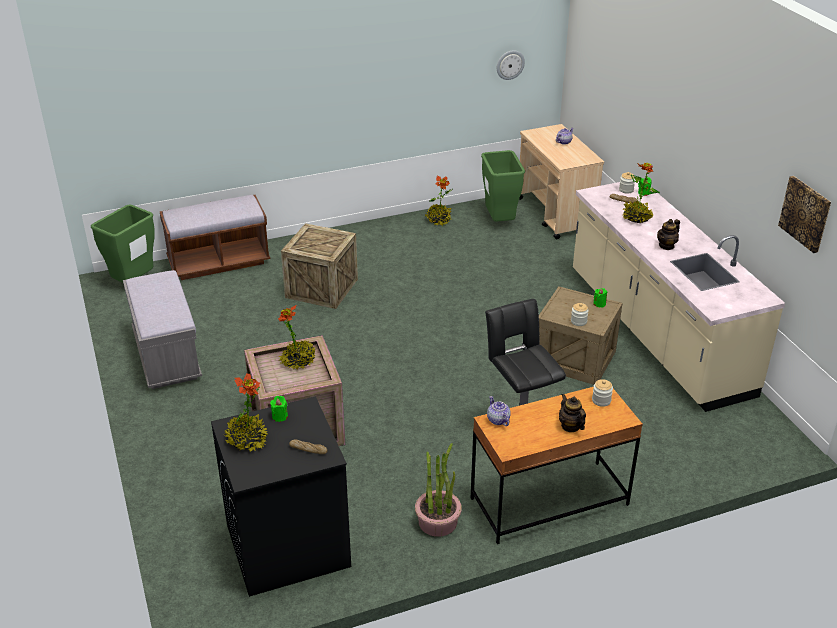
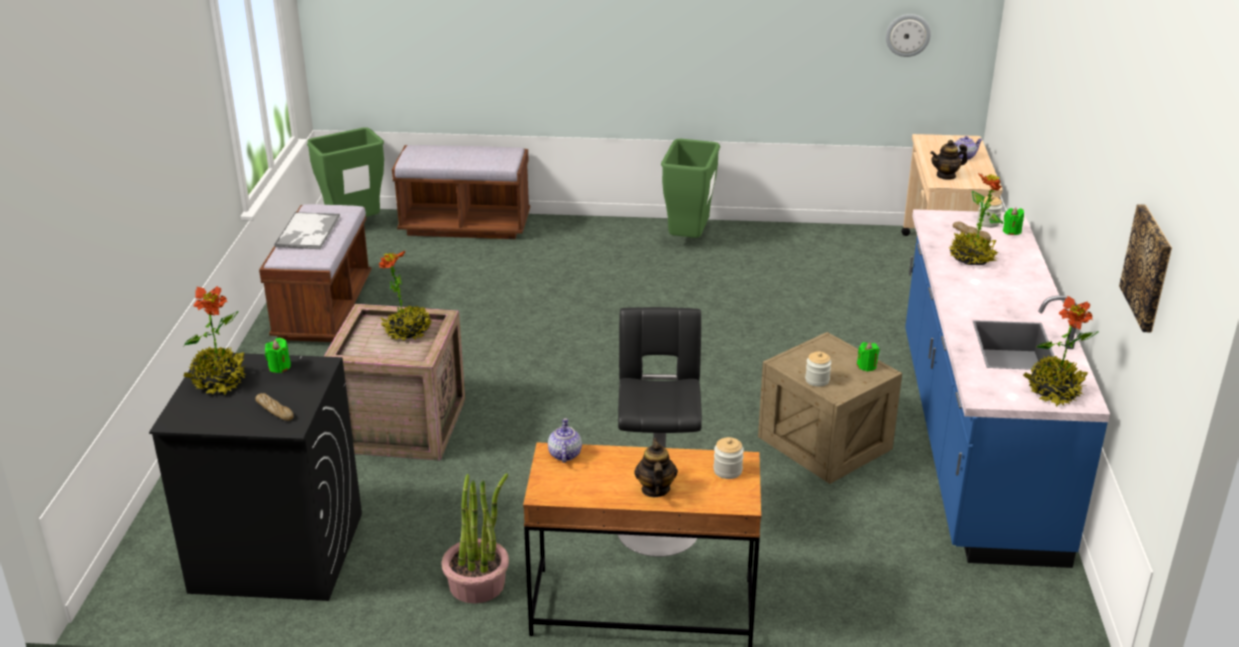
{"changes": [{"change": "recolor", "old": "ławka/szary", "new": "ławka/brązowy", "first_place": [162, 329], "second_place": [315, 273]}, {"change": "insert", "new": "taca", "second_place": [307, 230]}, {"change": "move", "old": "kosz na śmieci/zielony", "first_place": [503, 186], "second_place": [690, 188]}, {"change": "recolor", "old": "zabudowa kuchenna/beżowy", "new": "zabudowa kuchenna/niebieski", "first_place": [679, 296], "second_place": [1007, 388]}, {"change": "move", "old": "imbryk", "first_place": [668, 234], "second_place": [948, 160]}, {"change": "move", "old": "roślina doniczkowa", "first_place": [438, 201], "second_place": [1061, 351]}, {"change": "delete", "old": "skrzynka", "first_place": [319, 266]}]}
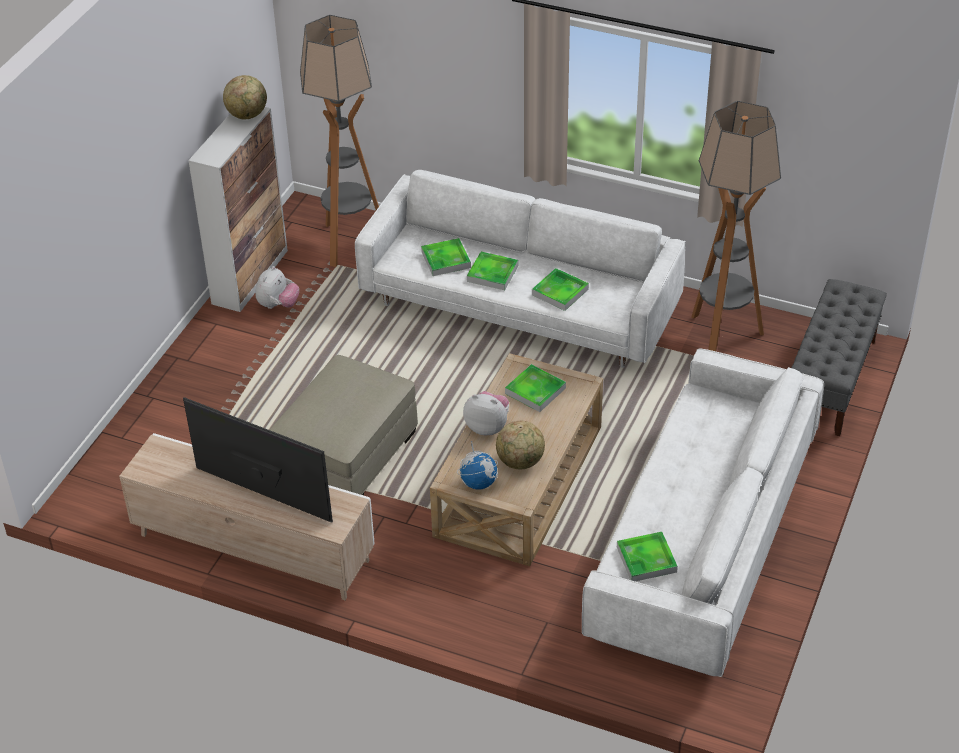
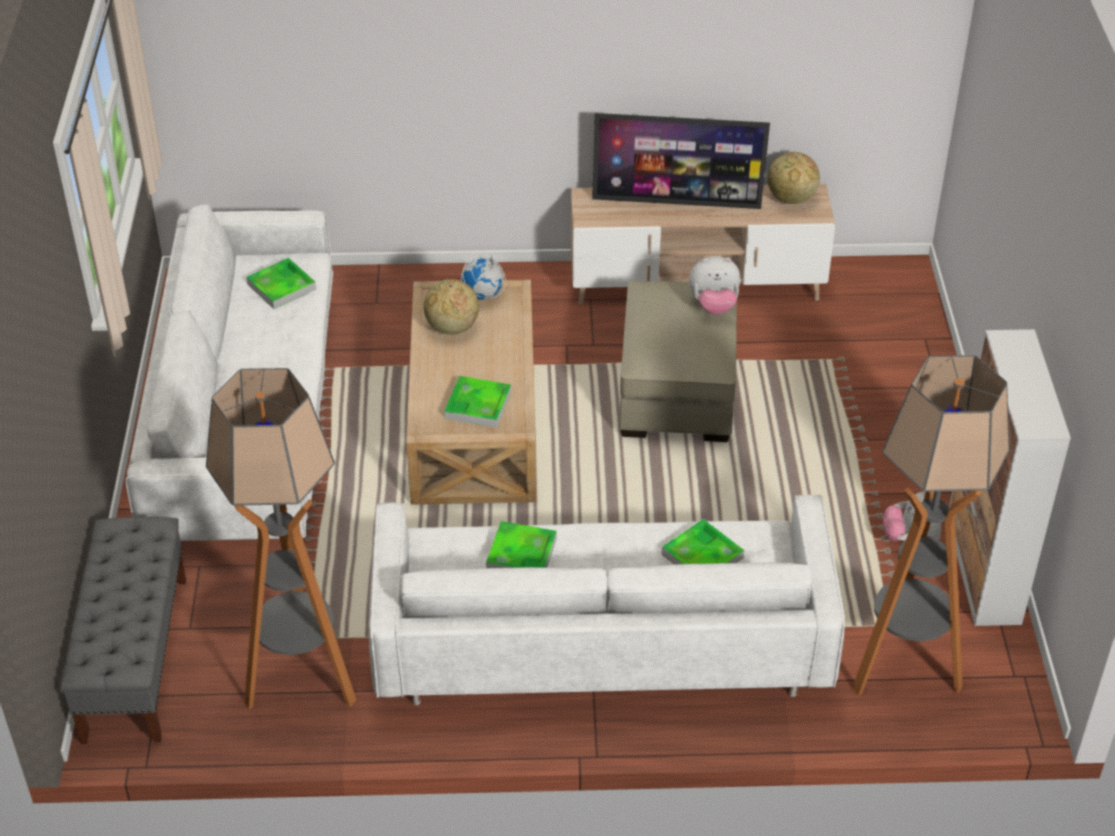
{"changes": [{"change": "move", "old": "pluszak", "first_place": [486, 413], "second_place": [714, 285]}, {"change": "move", "old": "globus", "first_place": [245, 97], "second_place": [793, 178]}, {"change": "delete", "old": "taca", "first_place": [492, 271]}]}
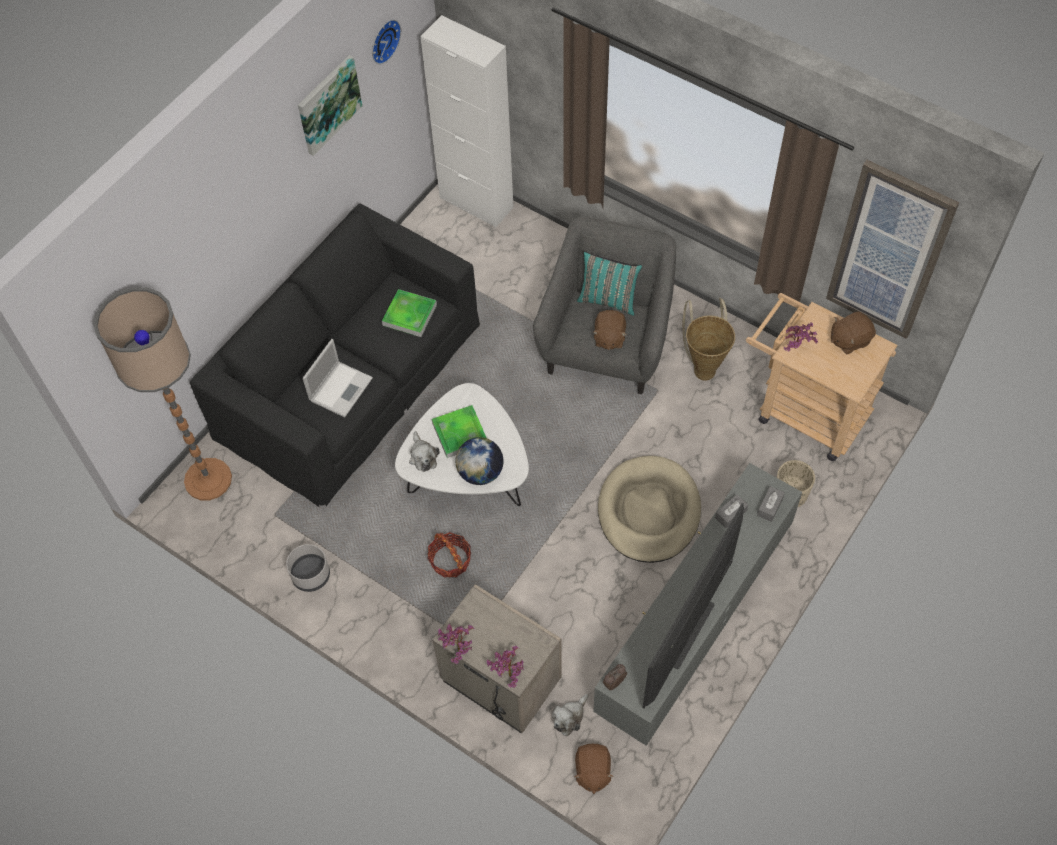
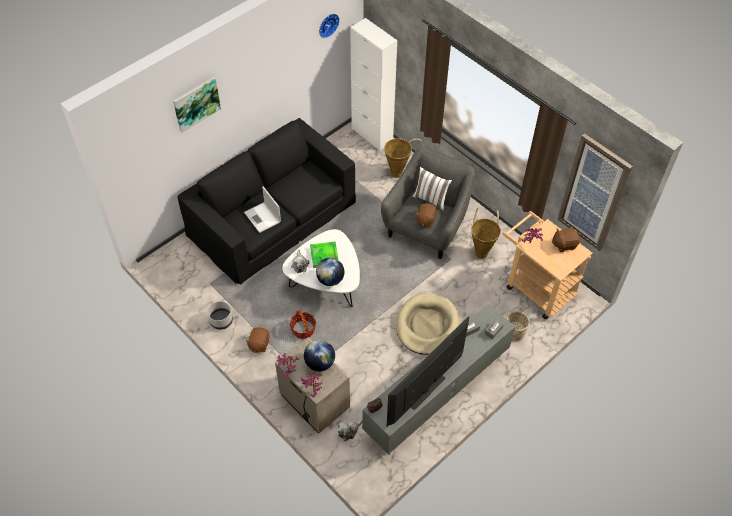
{"changes": [{"change": "move", "old": "obraz", "first_place": [330, 105], "second_place": [197, 105]}, {"change": "rotate", "old": "laptop", "first_place": [338, 378], "second_place": [262, 210], "degrees": 105}, {"change": "move", "old": "pluszak/brązowy", "first_place": [594, 769], "second_place": [258, 340]}, {"change": "insert", "new": "globus", "second_place": [319, 355]}, {"change": "insert", "new": "koszyk", "second_place": [404, 158]}, {"change": "recolor", "old": "poduszka/turkusowy", "new": "poduszka/biały", "first_place": [609, 284], "second_place": [432, 189]}, {"change": "delete", "old": "lampa stojąca", "first_place": [163, 393]}, {"change": "delete", "old": "taca", "first_place": [409, 313]}]}
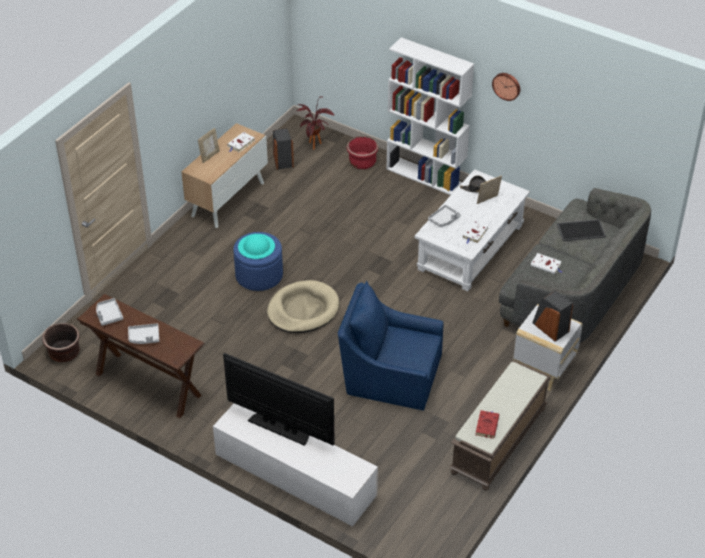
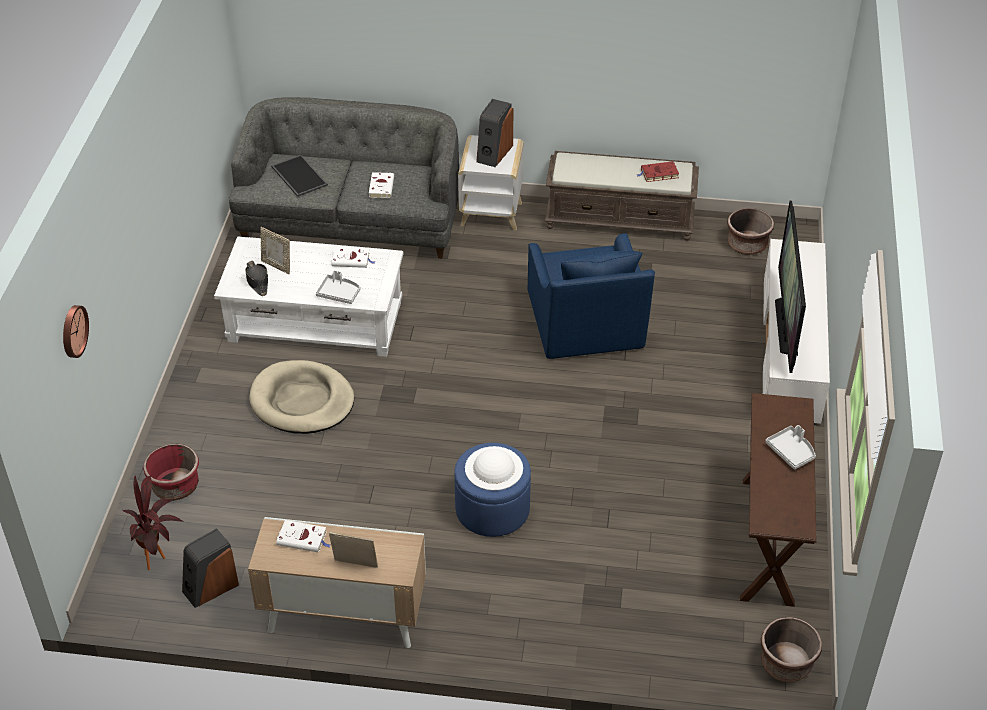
{"changes": [{"change": "move", "old": "zegar ścienny", "first_place": [506, 87], "second_place": [76, 331]}, {"change": "move", "old": "legowisko/beżowy", "first_place": [303, 306], "second_place": [301, 397]}, {"change": "recolor", "old": "kapelusz/turkusowy", "new": "kapelusz/biały", "first_place": [256, 246], "second_place": [494, 468]}, {"change": "insert", "new": "donica/brązowy", "second_place": [750, 231]}, {"change": "delete", "old": "taca/szary", "first_place": [109, 312]}, {"change": "delete", "old": "regał/biały", "first_place": [430, 116]}]}
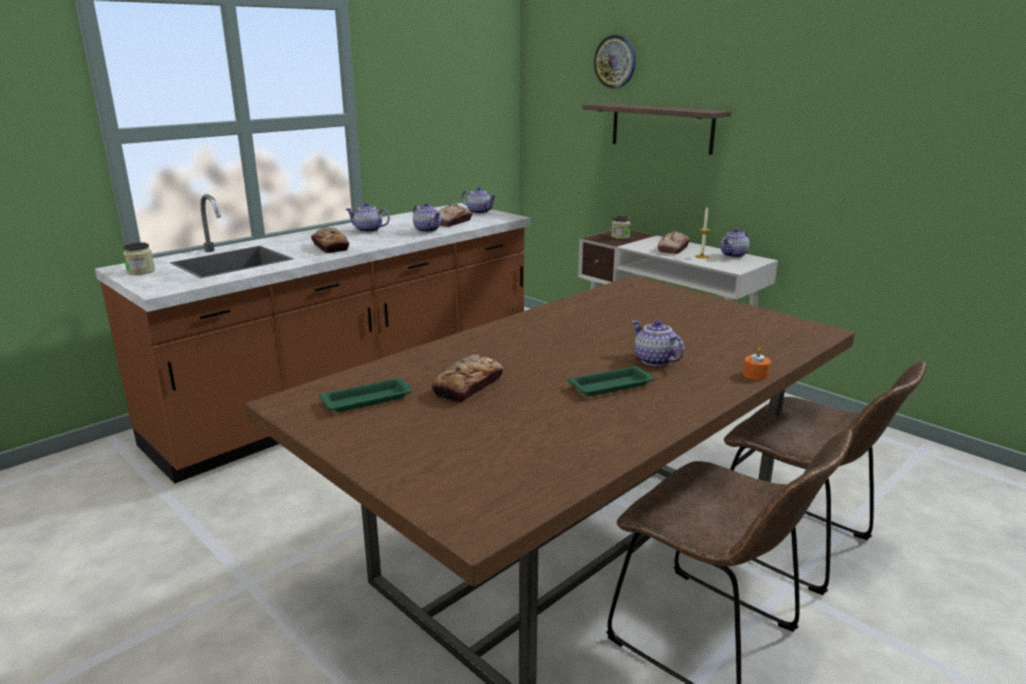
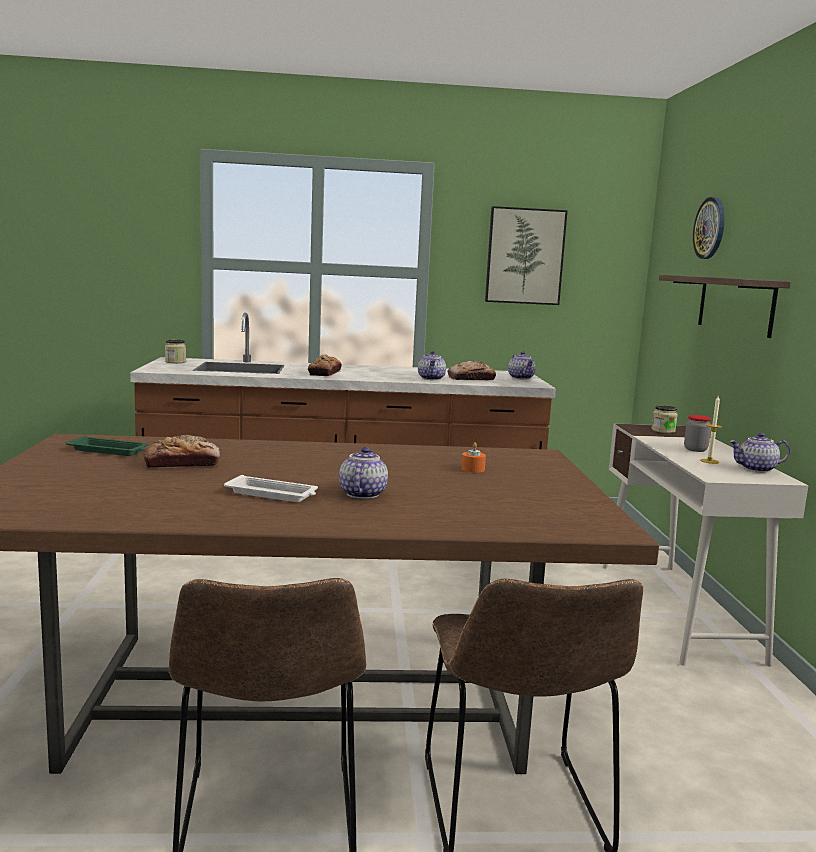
{"changes": [{"change": "recolor", "old": "taca/zielony", "new": "taca/biały", "first_place": [610, 381], "second_place": [271, 488]}, {"change": "move", "old": "świeca/pomarańczowy", "first_place": [757, 364], "second_place": [474, 457]}, {"change": "insert", "new": "obraz", "second_place": [526, 255]}, {"change": "replace", "old": "chleb", "new": "słoik", "first_place": [674, 242], "second_place": [697, 433]}, {"change": "delete", "old": "imbryk", "first_place": [368, 218]}]}
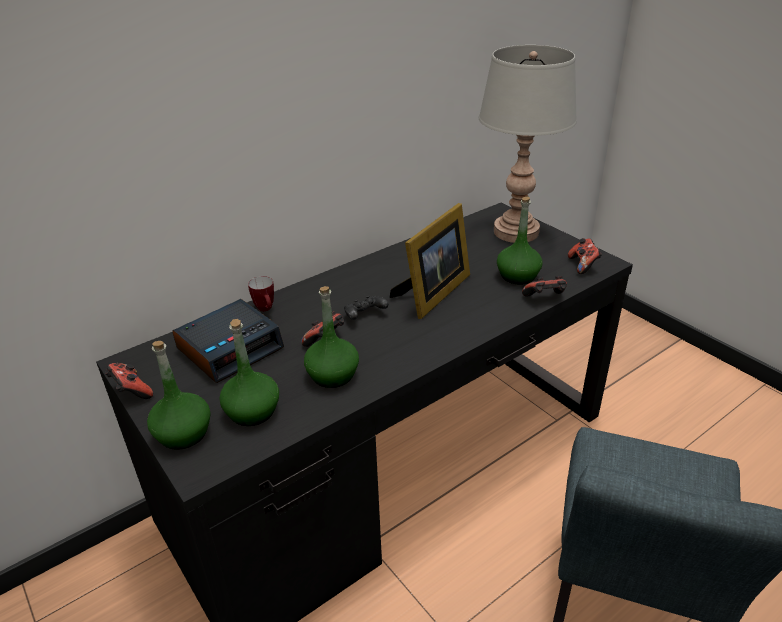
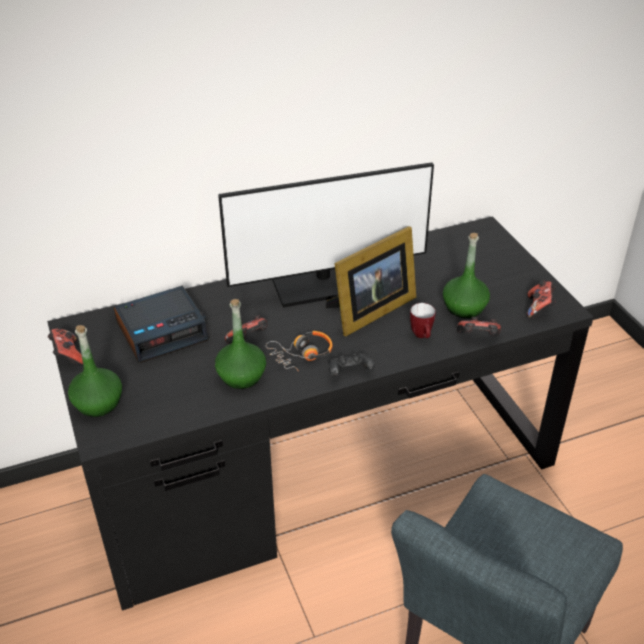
{"changes": [{"change": "insert", "new": "monitor", "second_place": [326, 235]}, {"change": "insert", "new": "słuchawki", "second_place": [299, 351]}, {"change": "move", "old": "pad do gier/czarny", "first_place": [366, 307], "second_place": [352, 365]}, {"change": "move", "old": "kubek", "first_place": [261, 293], "second_place": [423, 320]}, {"change": "delete", "old": "butelka/zielony", "first_place": [249, 372]}, {"change": "delete", "old": "lampa stołowa/szary", "first_place": [528, 144]}]}
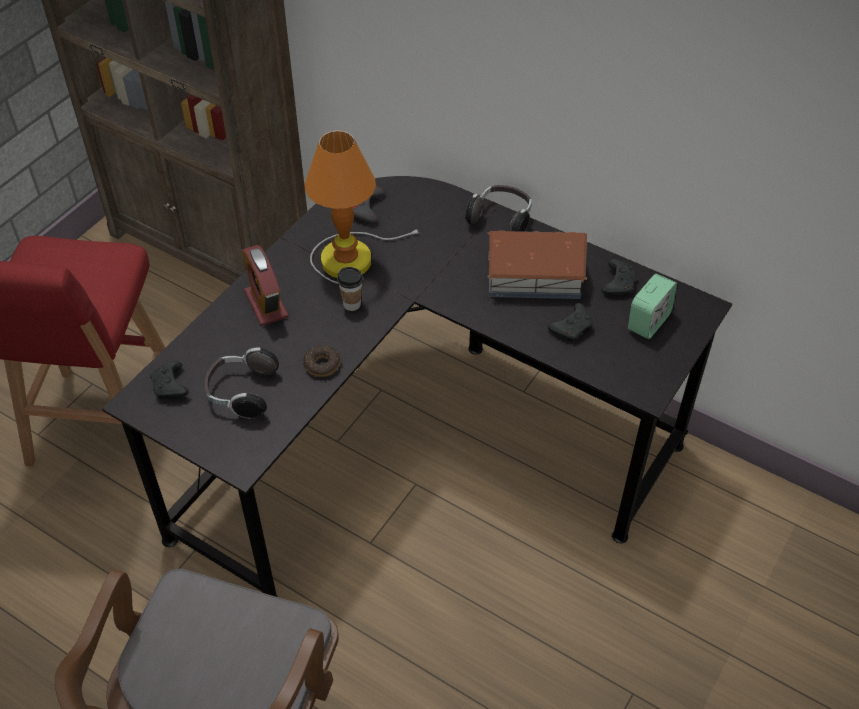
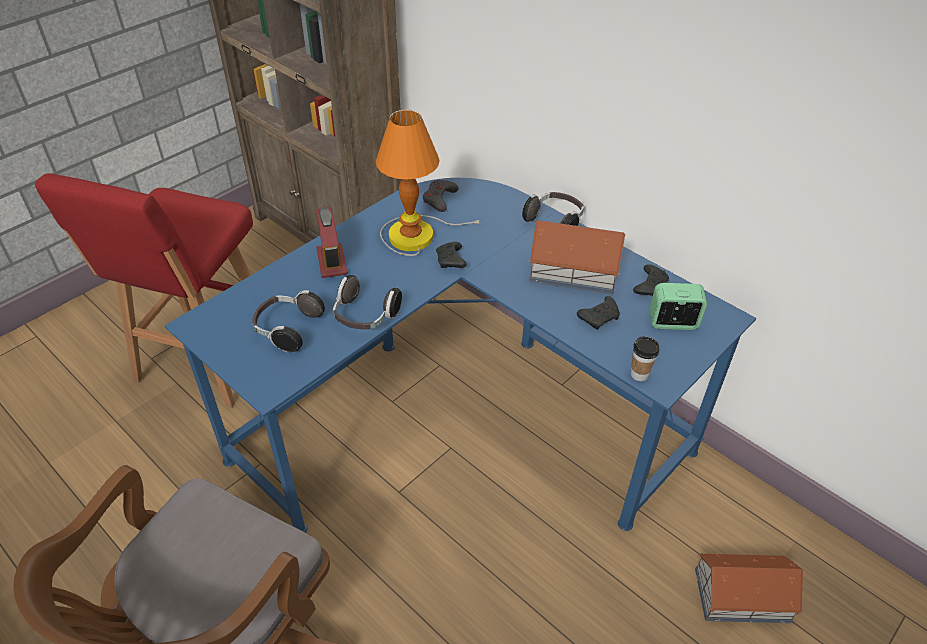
{"changes": [{"change": "recolor", "old": "biurko/czarny", "new": "biurko/niebieski", "first_place": [417, 386], "second_place": [460, 355]}, {"change": "replace", "old": "donut", "new": "słuchawki", "first_place": [321, 361], "second_place": [367, 302]}, {"change": "move", "old": "pad do gier/czarny", "first_place": [169, 380], "second_place": [451, 255]}, {"change": "move", "old": "filiżanka", "first_place": [350, 289], "second_place": [645, 359]}, {"change": "rotate", "old": "budzik", "first_place": [652, 306], "second_place": [678, 306], "degrees": -135}, {"change": "insert", "new": "domek", "second_place": [749, 588]}]}
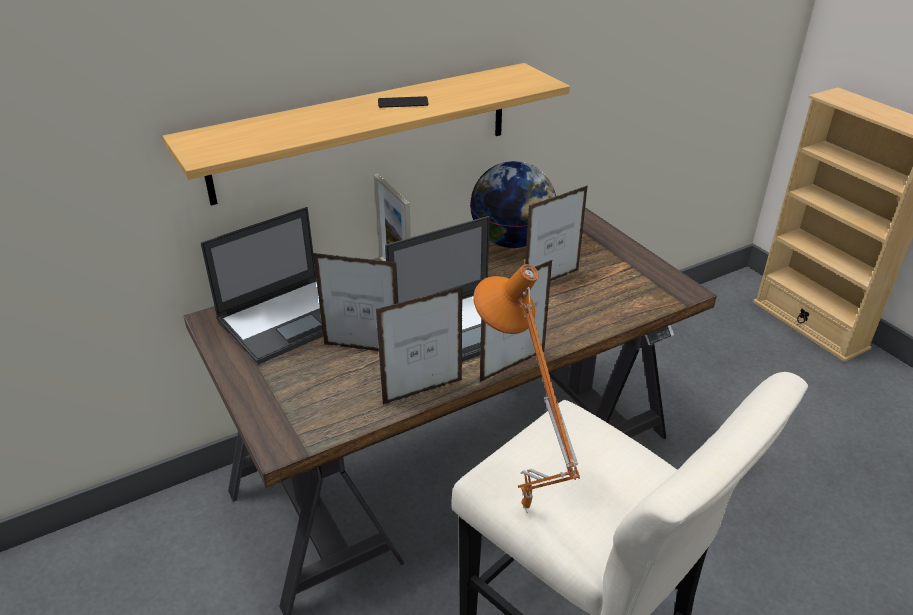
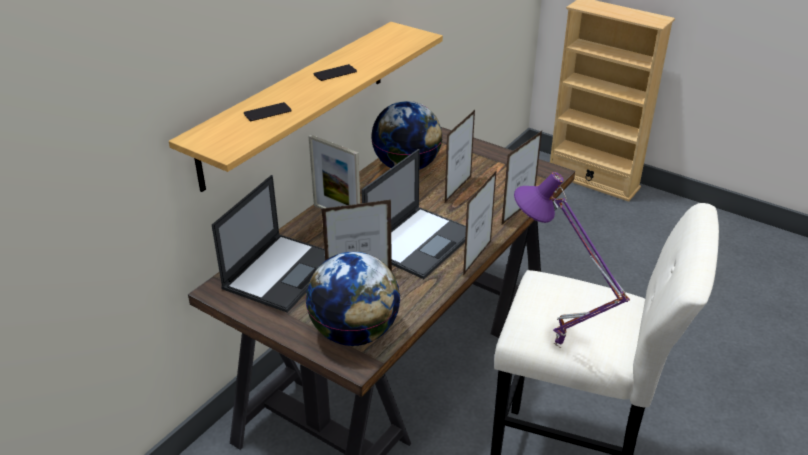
{"changes": [{"change": "insert", "new": "telefon", "second_place": [267, 111]}, {"change": "insert", "new": "globus", "second_place": [353, 299]}, {"change": "move", "old": "ramka na zdjęcie", "first_place": [419, 345], "second_place": [522, 177]}, {"change": "recolor", "old": "lampa stołowa/pomarańczowy", "new": "lampa stołowa/fioletowy", "first_place": [526, 388], "second_place": [572, 260]}]}
